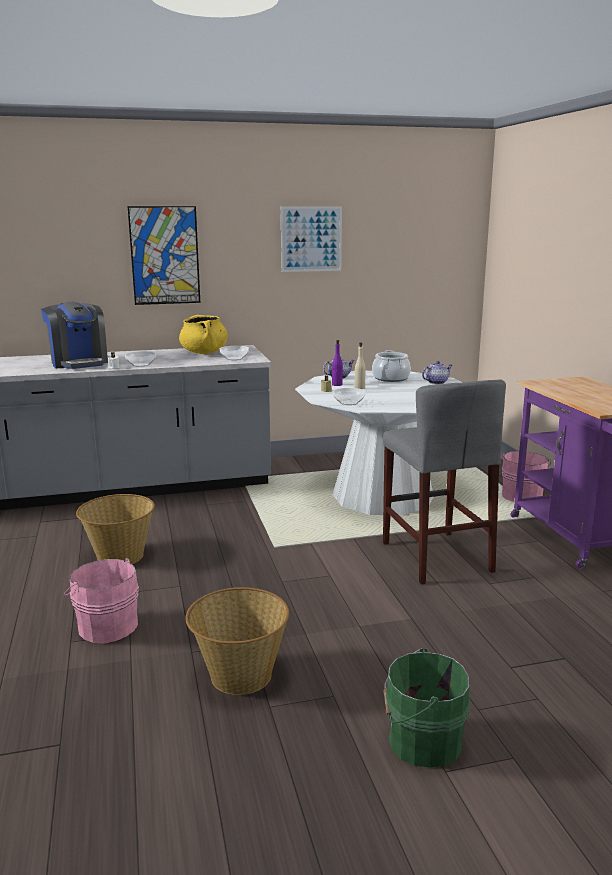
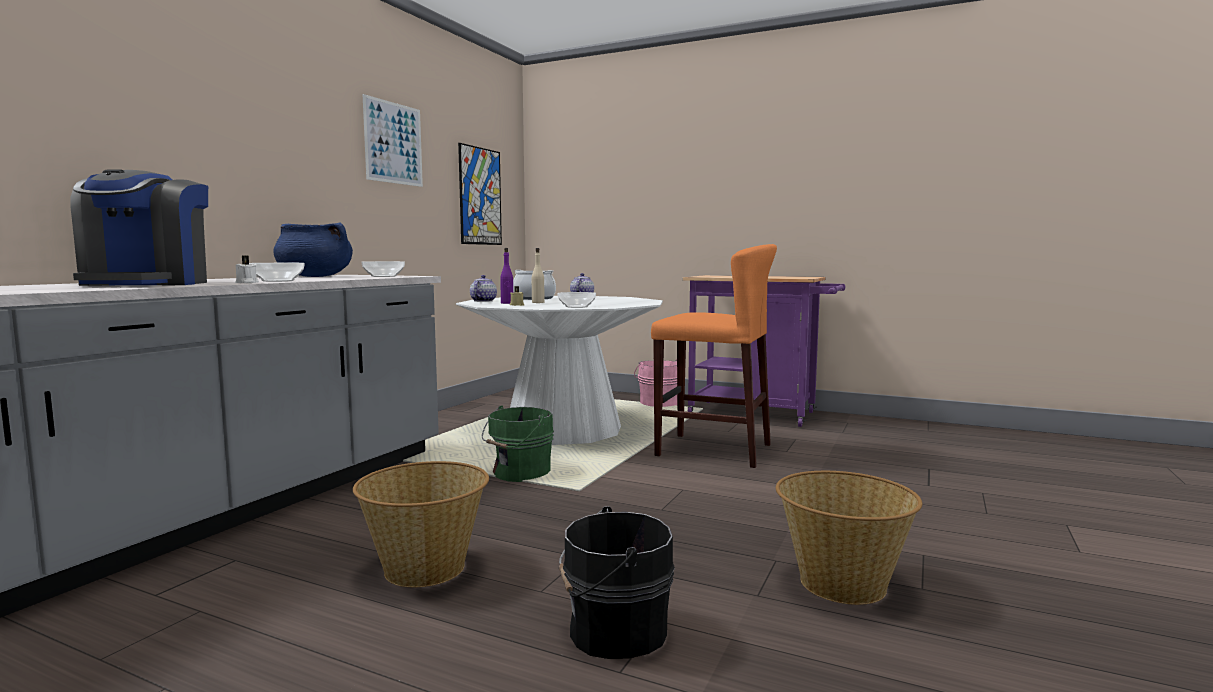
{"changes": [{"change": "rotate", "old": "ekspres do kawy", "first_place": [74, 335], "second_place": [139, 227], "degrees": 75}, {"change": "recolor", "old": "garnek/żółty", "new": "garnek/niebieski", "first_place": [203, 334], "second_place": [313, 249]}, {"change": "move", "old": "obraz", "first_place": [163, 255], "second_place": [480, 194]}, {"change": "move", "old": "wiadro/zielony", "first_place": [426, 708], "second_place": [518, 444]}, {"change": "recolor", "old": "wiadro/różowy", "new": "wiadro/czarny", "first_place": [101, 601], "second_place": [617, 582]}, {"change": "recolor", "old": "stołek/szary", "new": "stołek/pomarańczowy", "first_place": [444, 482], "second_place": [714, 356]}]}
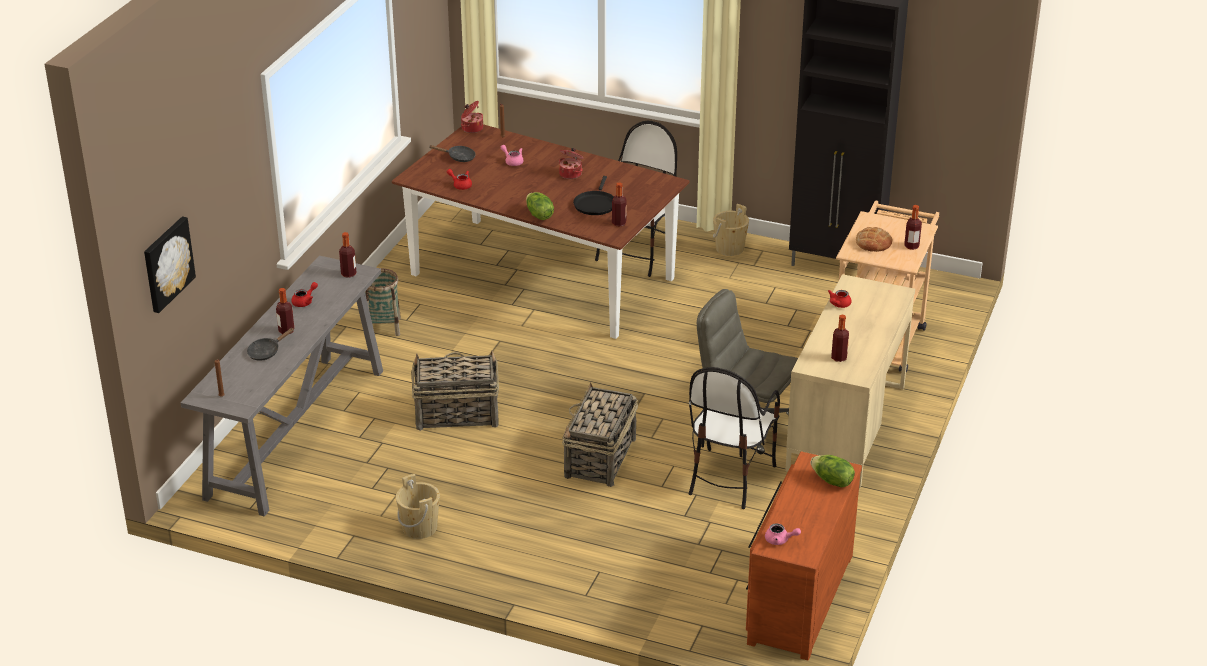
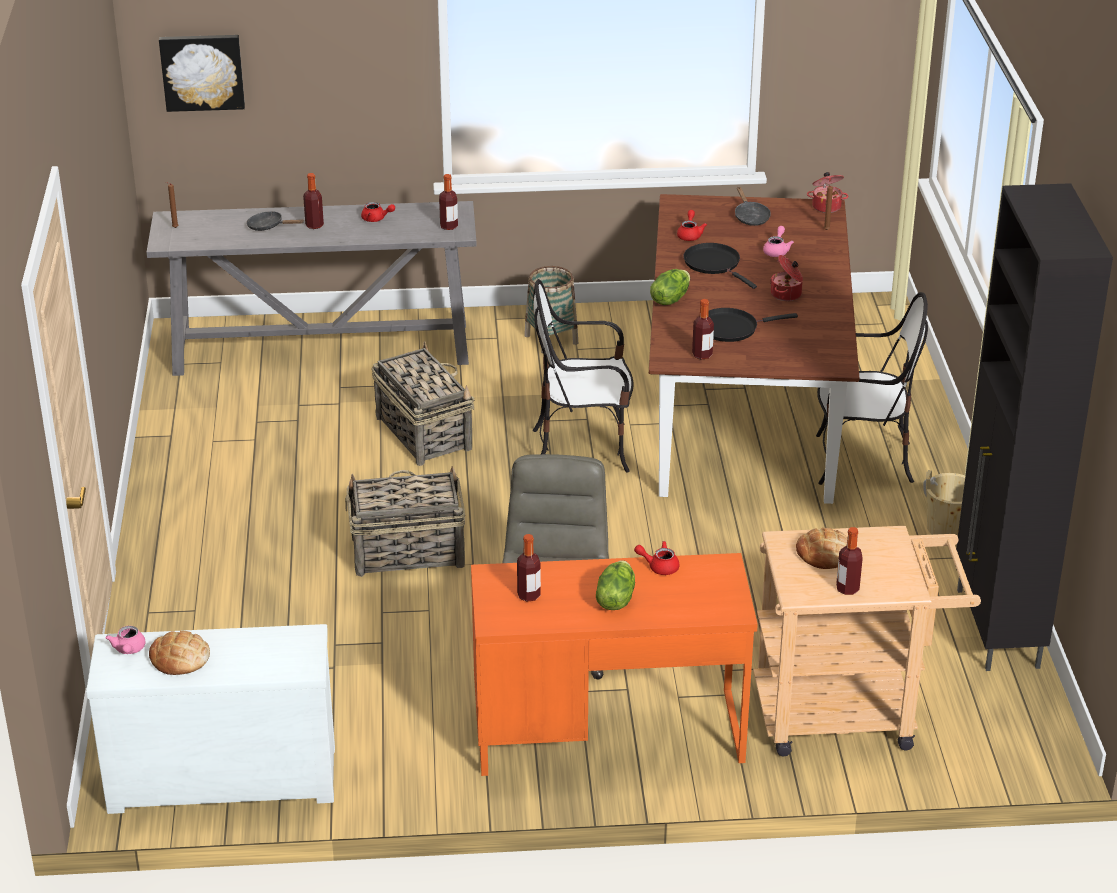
{"changes": [{"change": "recolor", "old": "komoda/brązowy", "new": "komoda/biały", "first_place": [804, 555], "second_place": [210, 719]}, {"change": "insert", "new": "chleb", "second_place": [179, 653]}, {"change": "recolor", "old": "biurko/beżowy", "new": "biurko/pomarańczowy", "first_place": [850, 381], "second_place": [614, 664]}, {"change": "move", "old": "krzesło", "first_place": [734, 438], "second_place": [583, 376]}, {"change": "move", "old": "sałata", "first_place": [832, 471], "second_place": [615, 585]}, {"change": "insert", "new": "patelnia/czarny", "second_place": [720, 266]}, {"change": "delete", "old": "wiadro/beżowy", "first_place": [418, 506]}]}
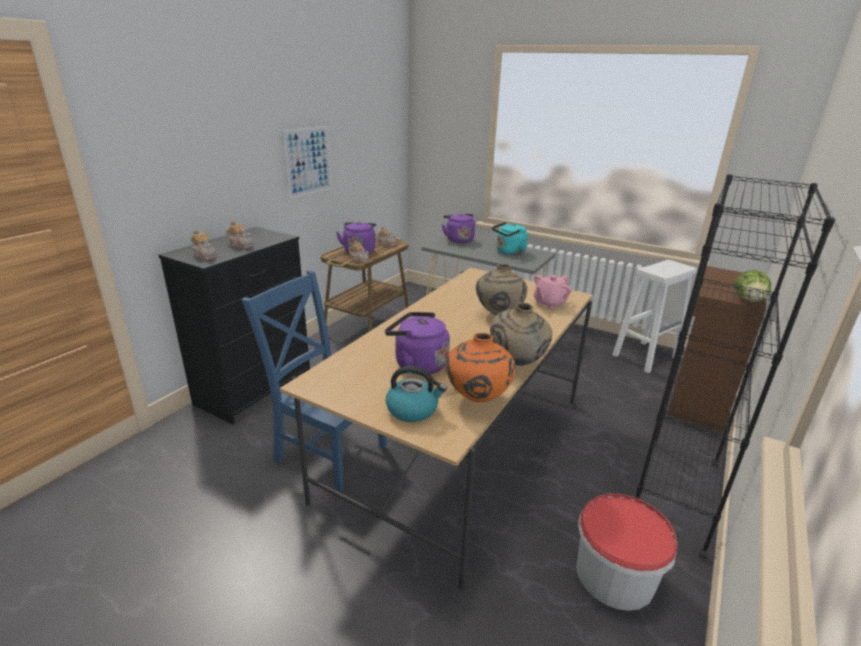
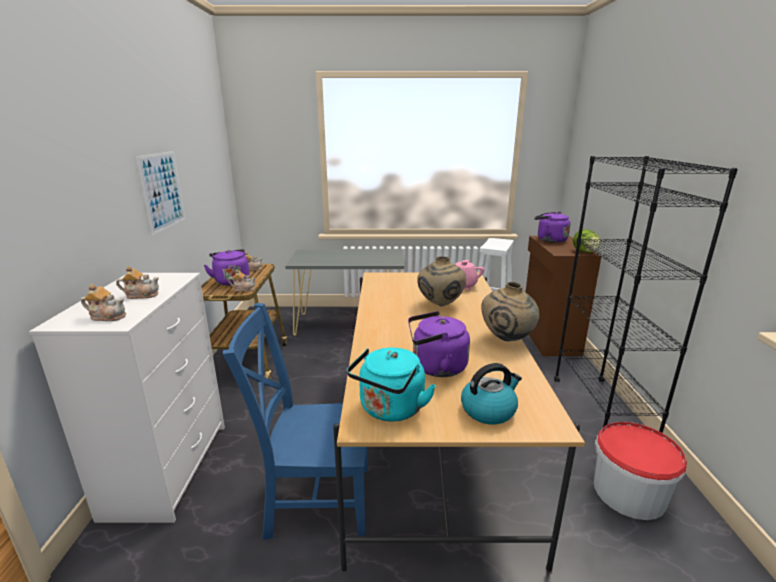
{"changes": [{"change": "recolor", "old": "komoda/czarny", "new": "komoda/biały", "first_place": [234, 326], "second_place": [127, 398]}, {"change": "move", "old": "czajnik/turkusowy", "first_place": [510, 238], "second_place": [391, 385]}, {"change": "move", "old": "czajnik/fioletowy", "first_place": [458, 228], "second_place": [552, 227]}, {"change": "delete", "old": "wazon/pomarańczowy", "first_place": [480, 367]}]}
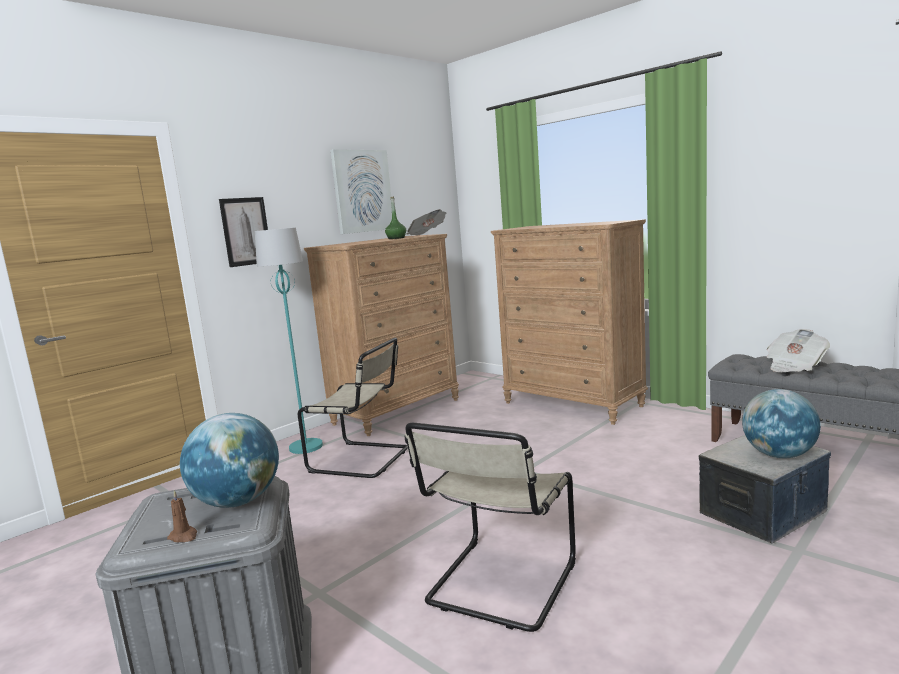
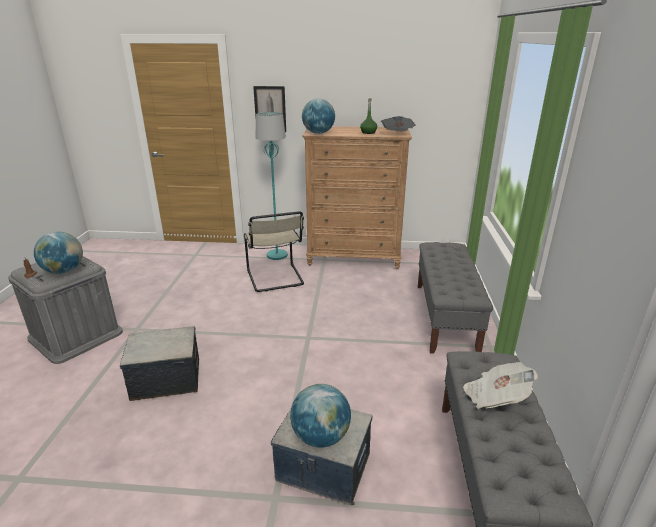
{"changes": [{"change": "replace", "old": "krzesło/beżowy", "new": "pojemnik do przechowywania", "first_place": [490, 527], "second_place": [159, 363]}, {"change": "insert", "new": "globus", "second_place": [318, 116]}, {"change": "replace", "old": "komoda/brązowy", "new": "ławka/szary", "first_place": [569, 322], "second_place": [455, 298]}, {"change": "delete", "old": "obraz", "first_place": [361, 191]}]}
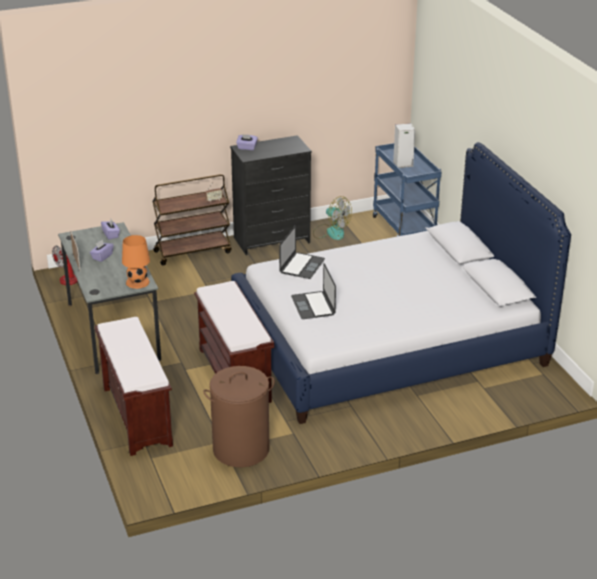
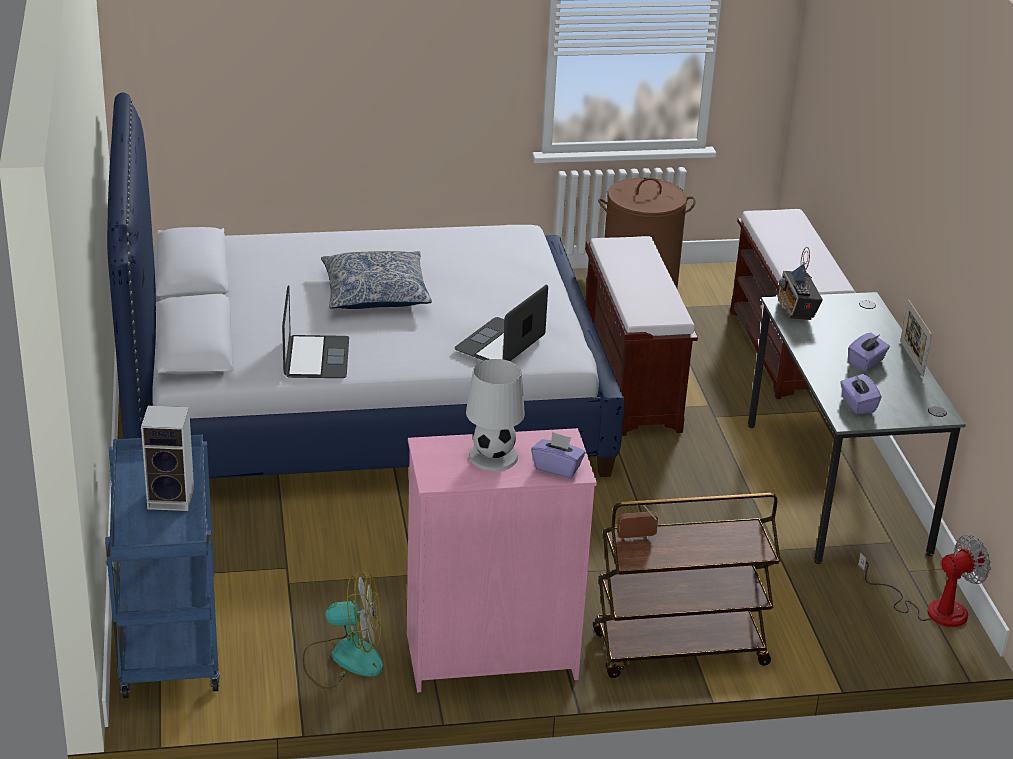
{"changes": [{"change": "move", "old": "laptop", "first_place": [313, 291], "second_place": [315, 331]}, {"change": "rotate", "old": "wentylator", "first_place": [332, 218], "second_place": [342, 630], "degrees": 135}, {"change": "insert", "new": "poduszka", "second_place": [376, 280]}, {"change": "recolor", "old": "komoda/czarny", "new": "komoda/różowy", "first_place": [271, 195], "second_place": [502, 560]}, {"change": "insert", "new": "lampa stołowa/biały", "second_place": [495, 415]}, {"change": "replace", "old": "lampa stołowa/pomarańczowy", "new": "radio", "first_place": [136, 262], "second_place": [800, 283]}]}
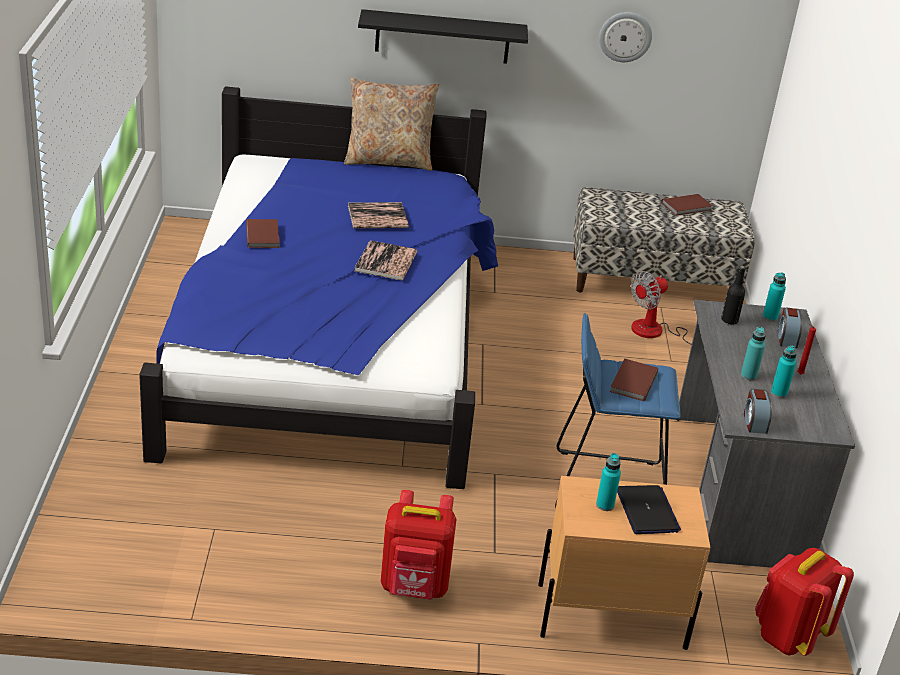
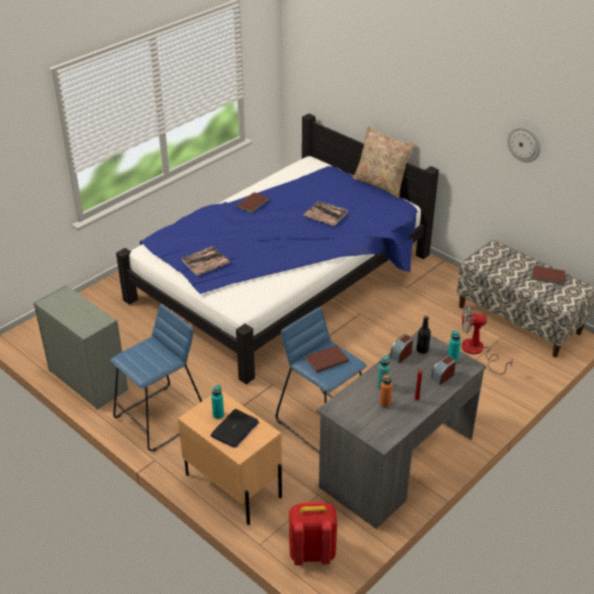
{"changes": [{"change": "insert", "new": "komoda/szary", "second_place": [80, 347]}, {"change": "replace", "old": "plecak/czerwony", "new": "stołek/niebieski", "first_place": [419, 545], "second_place": [156, 378]}, {"change": "move", "old": "książka", "first_place": [385, 260], "second_place": [205, 261]}, {"change": "recolor", "old": "butelka/turkusowy", "new": "butelka/pomarańczowy", "first_place": [784, 371], "second_place": [386, 391]}, {"change": "move", "old": "budzik", "first_place": [758, 411], "second_place": [401, 348]}, {"change": "delete", "old": "półka/czarny", "first_place": [443, 36]}]}
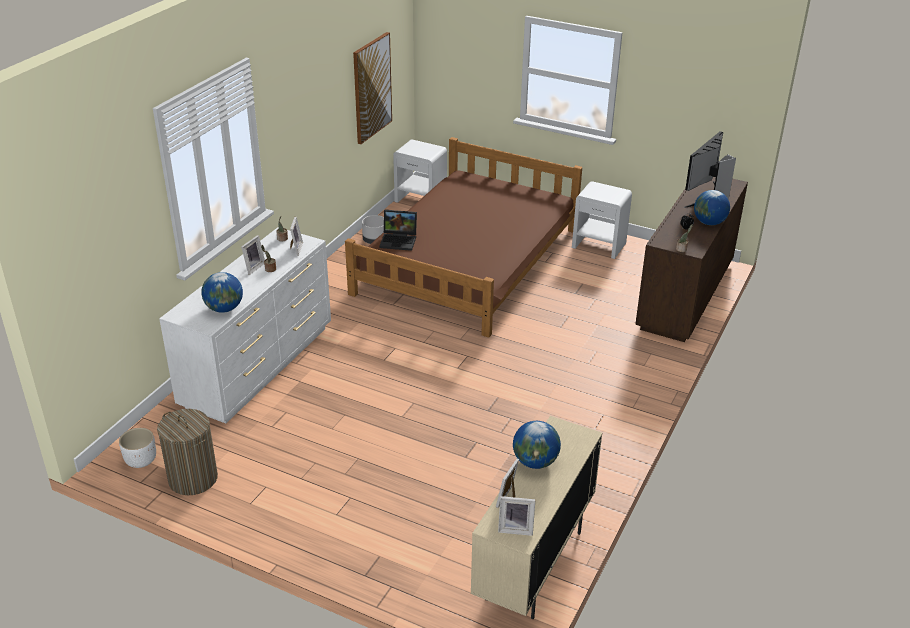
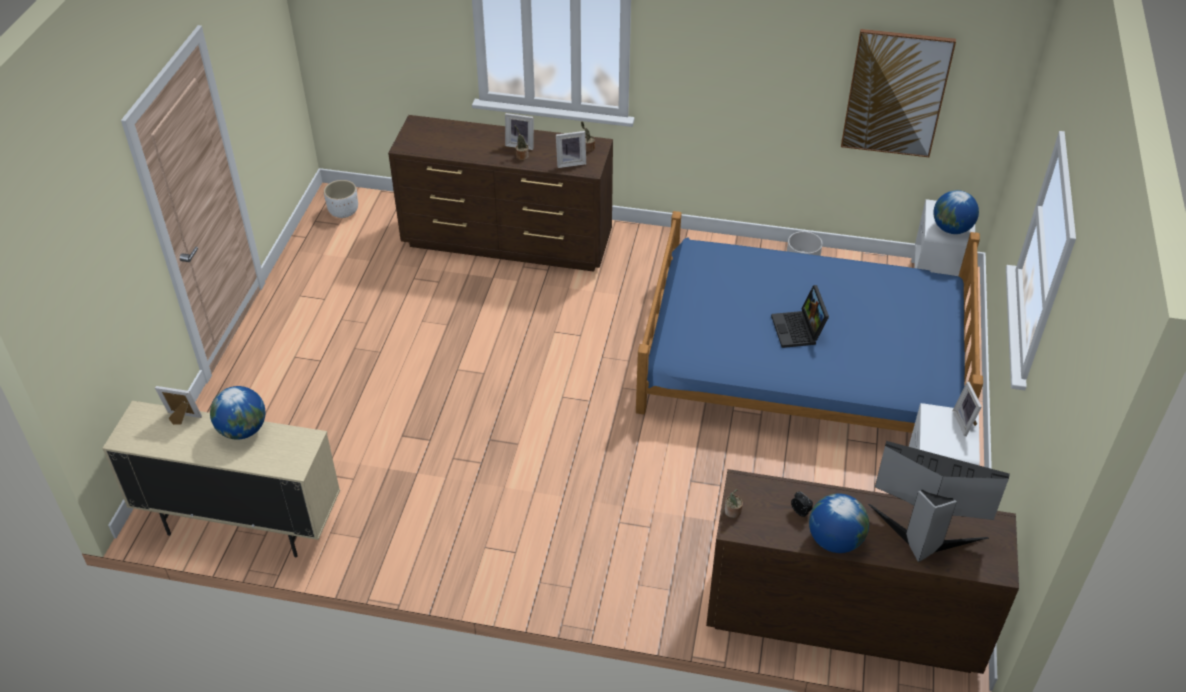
{"changes": [{"change": "recolor", "old": "komoda/biały", "new": "komoda/brązowy", "first_place": [245, 325], "second_place": [500, 193]}, {"change": "recolor", "old": "łóżko/brązowy", "new": "łóżko/niebieski", "first_place": [463, 237], "second_place": [809, 322]}, {"change": "move", "old": "laptop", "first_place": [398, 230], "second_place": [800, 316]}, {"change": "move", "old": "globus", "first_place": [222, 292], "second_place": [956, 212]}, {"change": "move", "old": "ramka na zdjęcie", "first_place": [517, 516], "second_place": [967, 409]}, {"change": "delete", "old": "kosz na pranie", "first_place": [187, 452]}]}
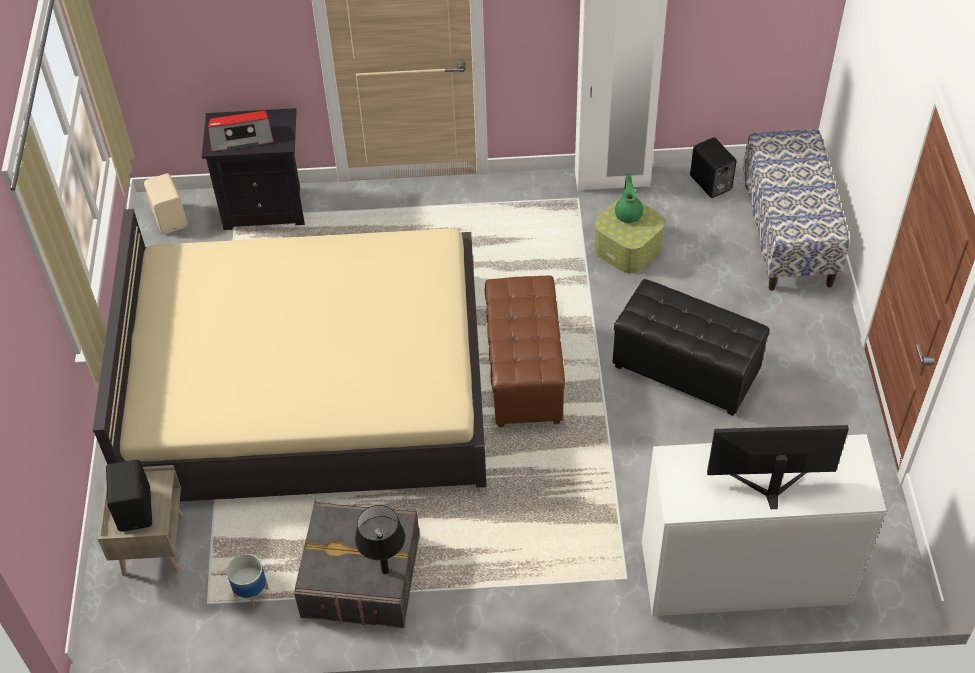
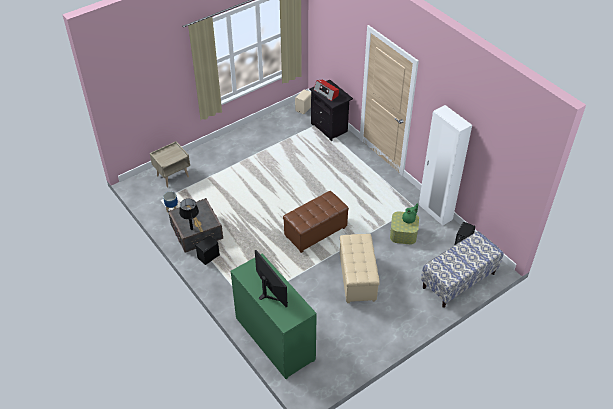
{"changes": [{"change": "move", "old": "głośnik/czarny", "first_place": [129, 496], "second_place": [208, 250]}, {"change": "recolor", "old": "komoda/biały", "new": "komoda/zielony", "first_place": [764, 525], "second_place": [274, 316]}, {"change": "recolor", "old": "pufa/czarny", "new": "pufa/beżowy", "first_place": [691, 347], "second_place": [359, 268]}, {"change": "delete", "old": "łóżko/beżowy", "first_place": [289, 355]}]}
